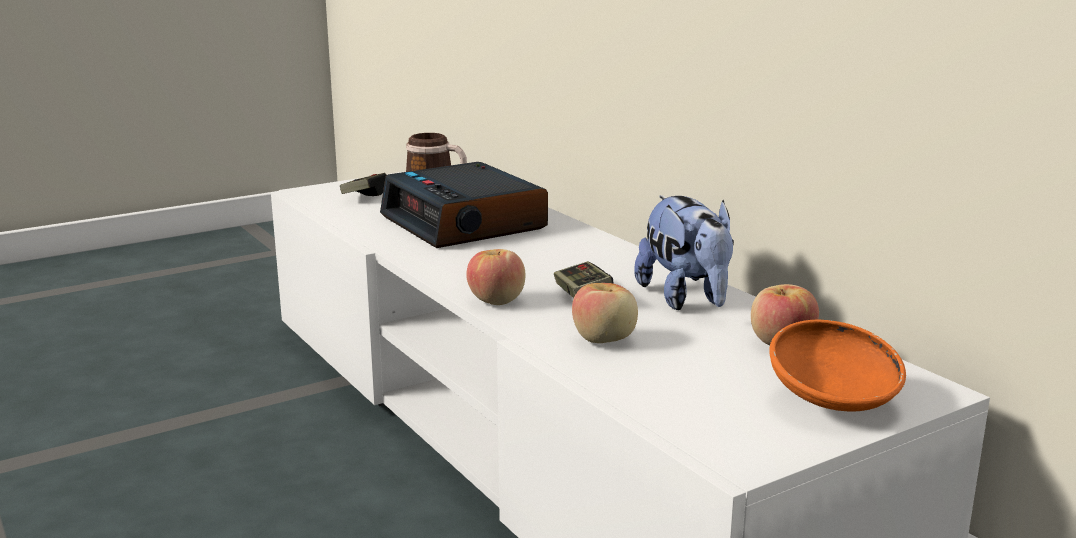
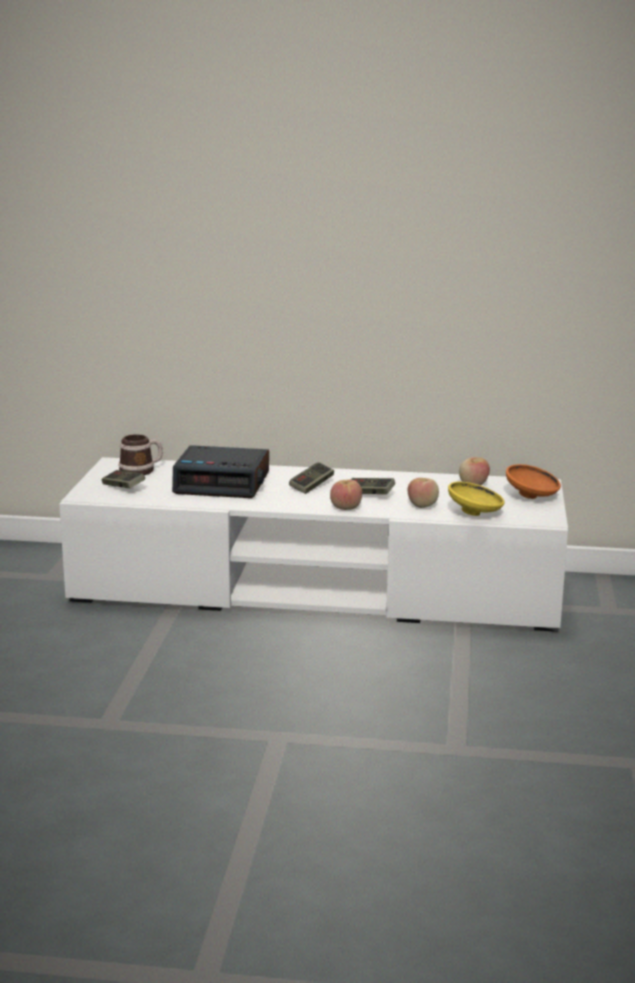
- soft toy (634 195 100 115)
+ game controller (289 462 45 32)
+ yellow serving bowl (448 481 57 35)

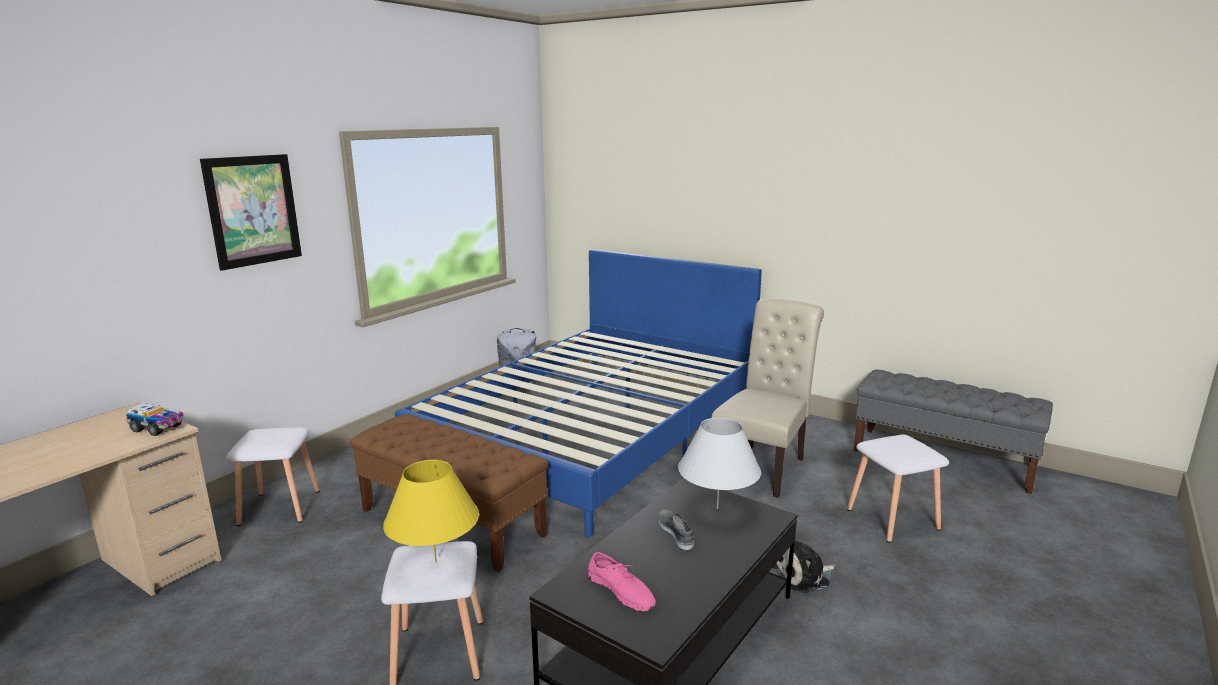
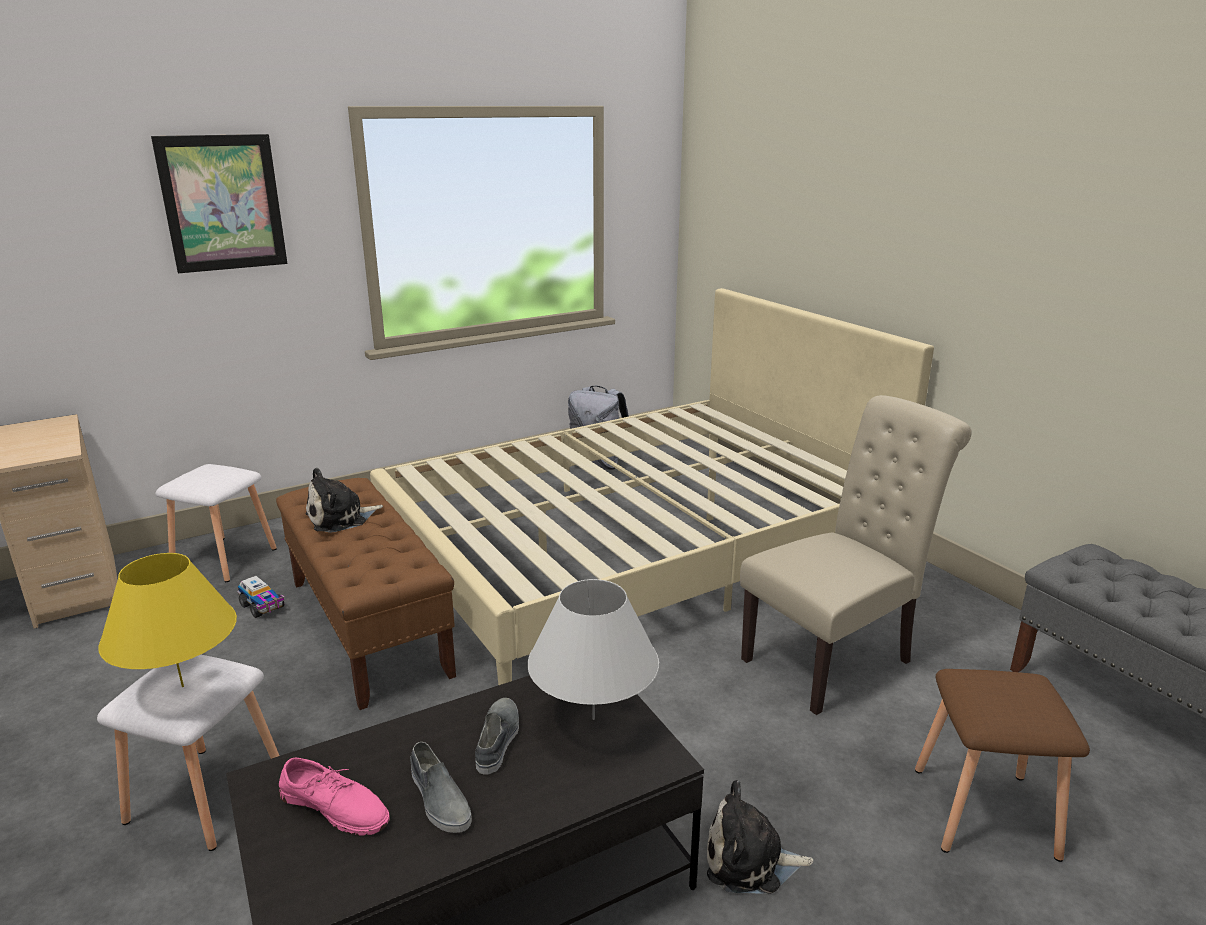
~ blue-coloured bed (395 249 367 289) to beige-coloured bed (370 288 564 397)
~ toy truck (126 403 58 33) to (238 576 47 42)
~ whitish stool seat (847 434 102 108) to brown stool seat (915 669 175 193)
~ pink shoe (587 552 69 59) = (279 758 111 78) 45 degrees counterclockwise
+ soft toy (306 468 77 65)
+ grey shoe (410 742 62 91)

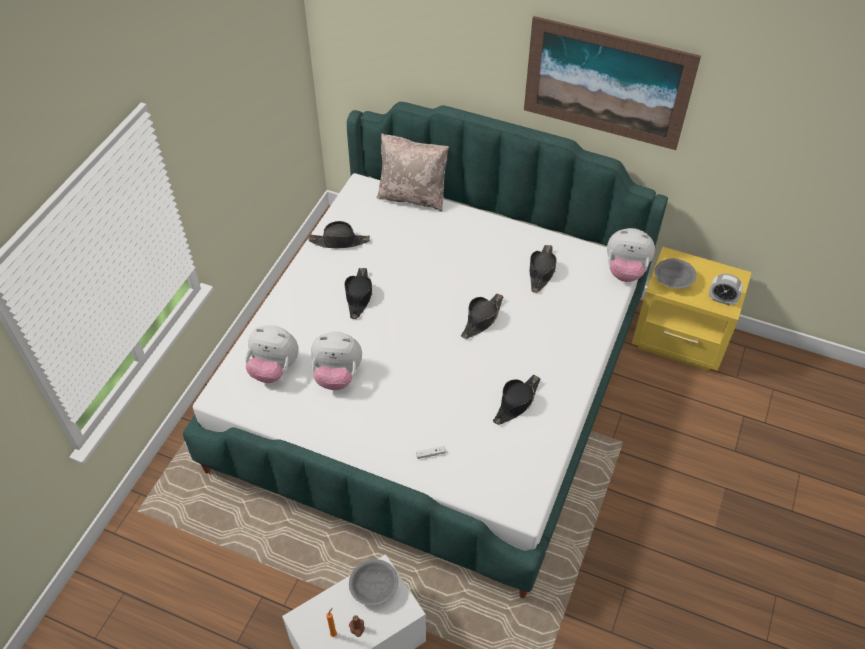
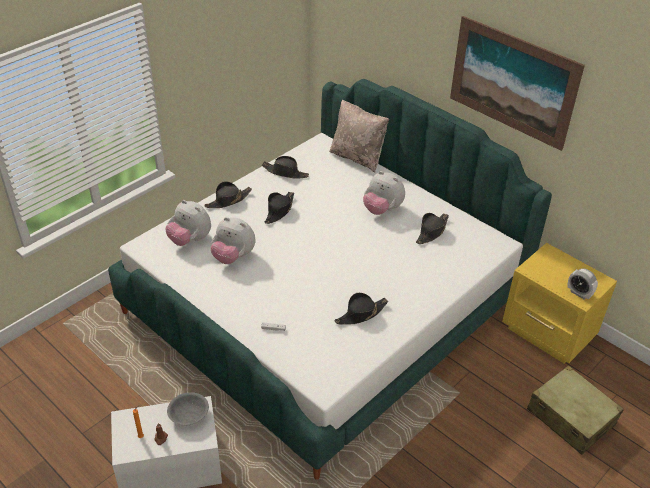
~ soft toy (607 228 48 54) to (363 171 42 44)
- grey serving bowl (655 259 41 30)
~ blackish clothing hat (461 294 43 45) to (204 181 48 27)
+ beige-coloured travel case (527 365 97 90)

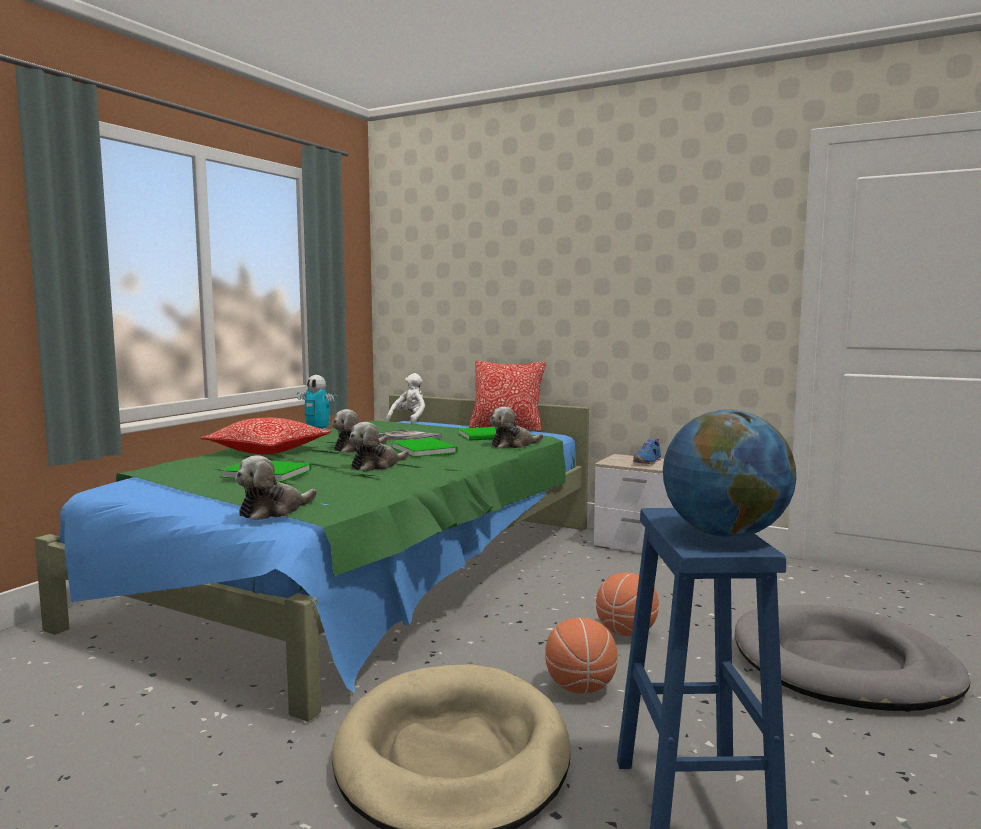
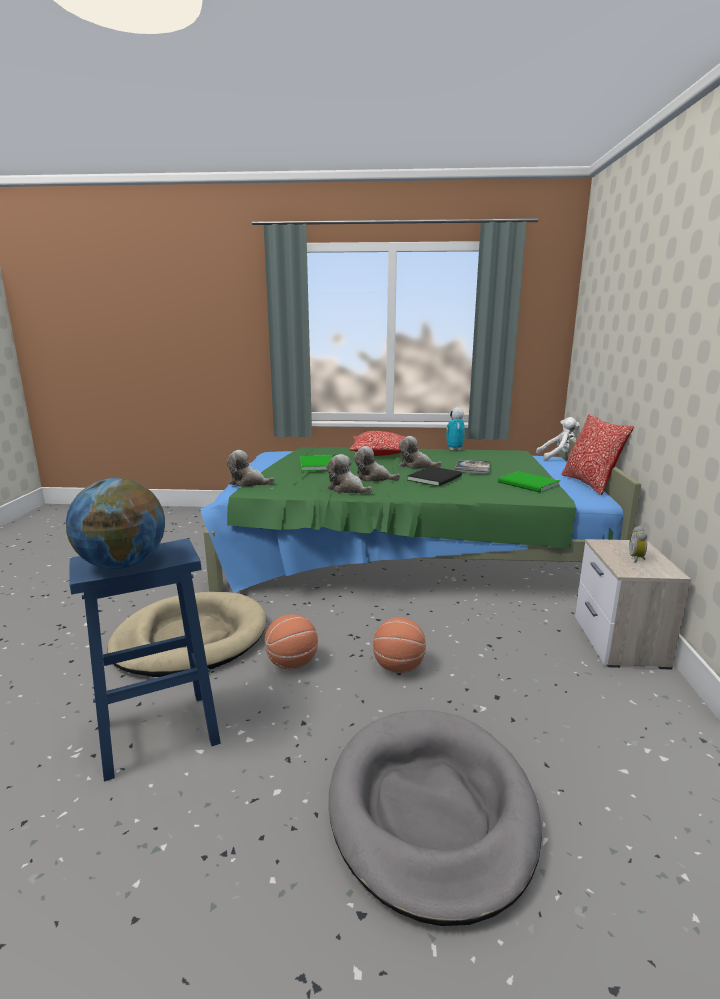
~ soft toy (490 407 53 42) to (327 454 45 40)
~ green-coloured volume (391 438 67 19) to blackish volume (408 466 54 20)
~ blue-coloured shoe (633 439 28 25) to alarm clock (629 526 18 37)

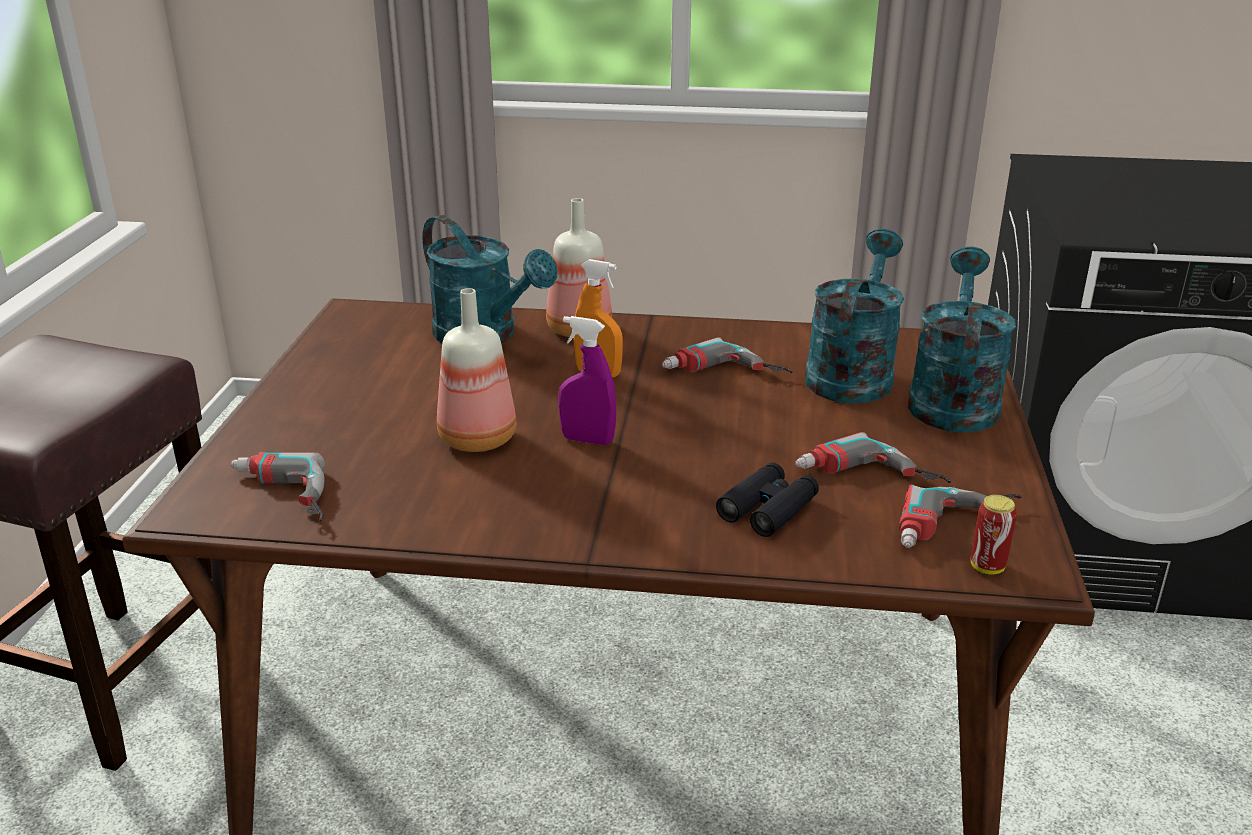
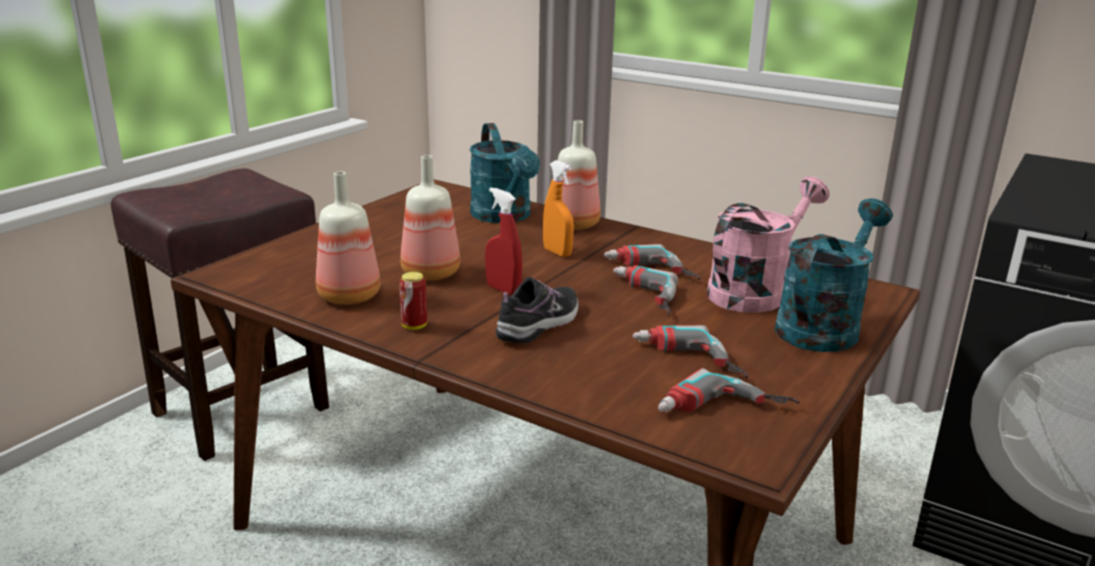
~ turquoise watering pot (805 229 99 174) to pink watering pot (707 176 122 137)
~ purple spray bottle (558 316 58 129) to red spray bottle (485 187 37 108)
~ power drill (230 452 95 70) to (613 265 65 50)
- blackish pair of binoculars (716 462 103 75)
~ can (971 495 46 80) to (399 272 28 58)
+ drink bottle (316 172 65 133)
+ shoe (496 277 83 66)

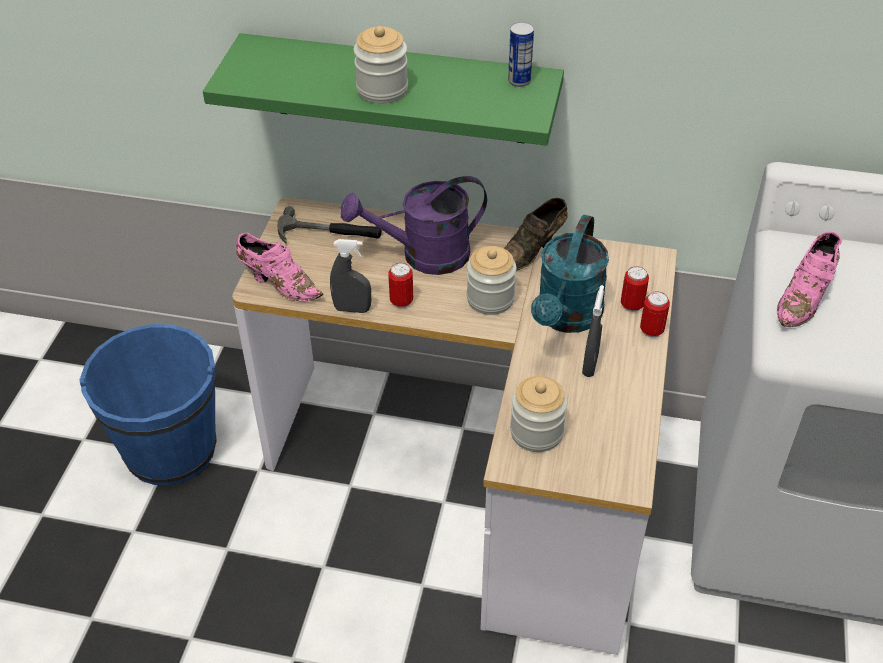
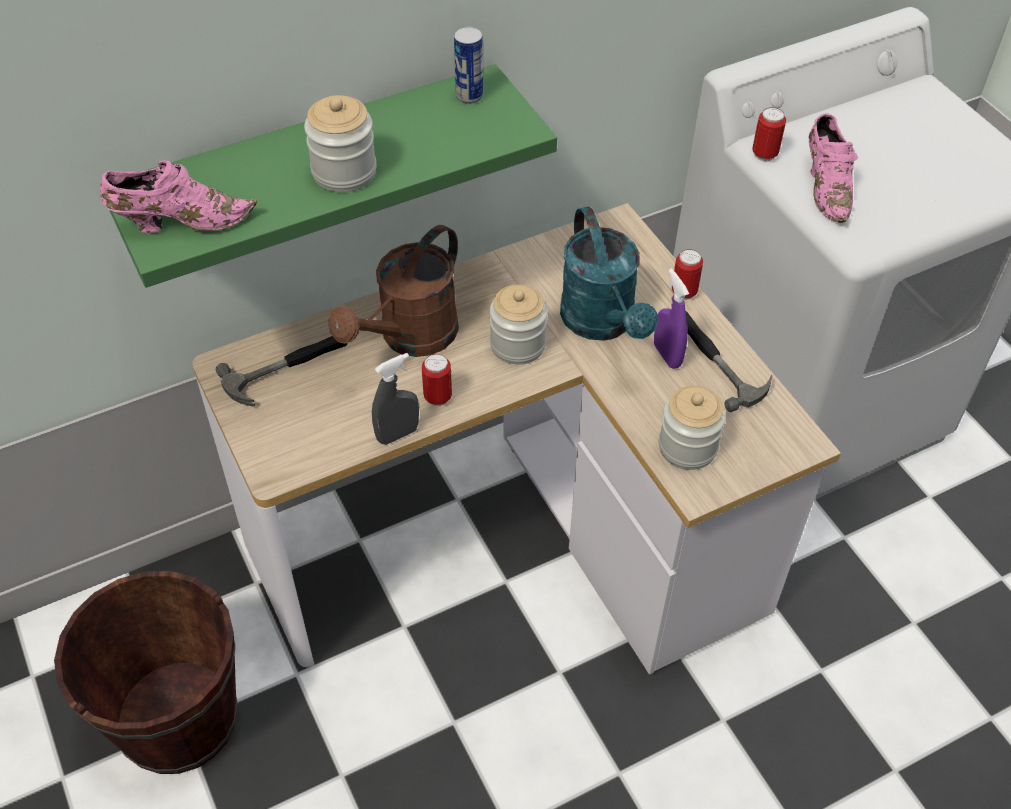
~ purple watering pot (340 176 147 99) to brown watering pot (329 225 130 132)
- brown shoe (504 198 64 72)
~ pink shoe (236 233 87 69) to (100 160 157 73)
~ can (621 266 28 46) to (752 107 34 54)
~ grey spray bottle (582 285 22 92) to purple spray bottle (654 269 35 100)
~ blue-coloured water bucket (79 324 137 161) to brown water bucket (54 571 184 203)
+ hammer (686 311 86 101)

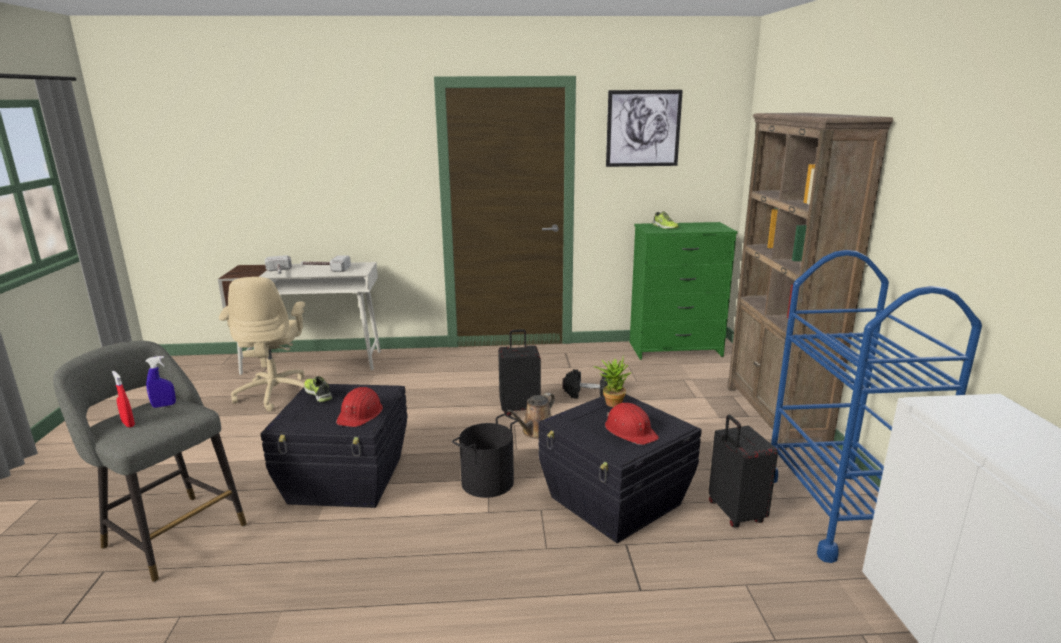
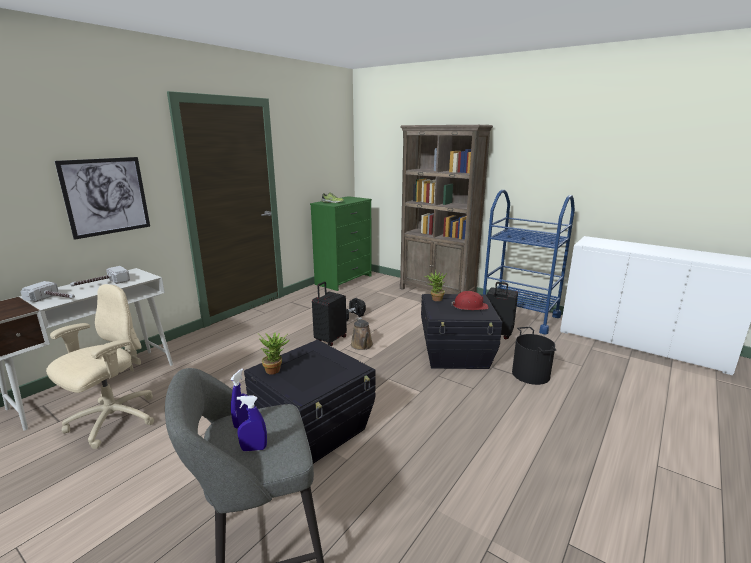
~ picture (606 90 77 77) to (55 157 95 83)
~ beige-coloured computer chair (219 277 86 134) = (46 284 108 165) 90 degrees counterclockwise
~ red spray bottle (112 371 23 56) to blue-coloured spray bottle (237 395 30 56)
~ shoe (304 376 28 27) to potted plant (257 333 32 42)
- red safety helmet (336 387 47 40)
~ blackish water bucket (452 414 66 84) to (512 327 44 58)

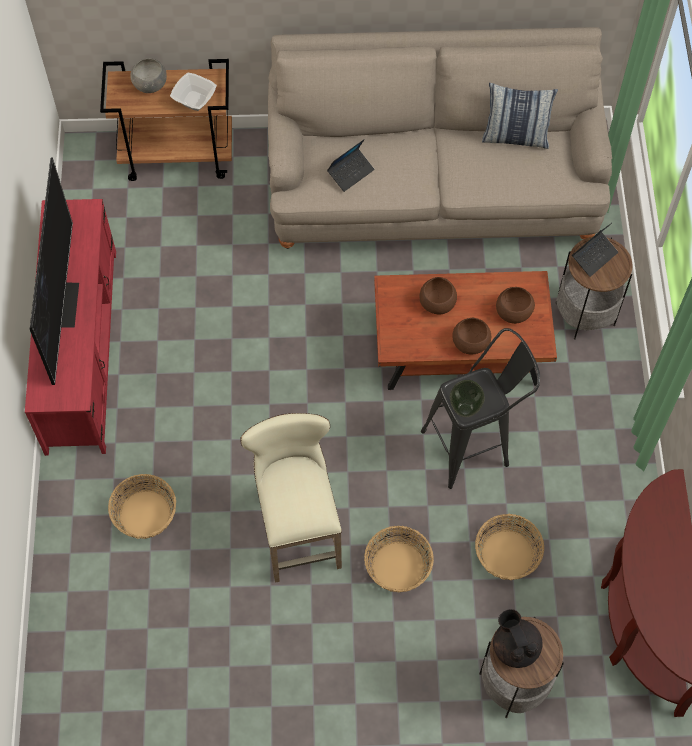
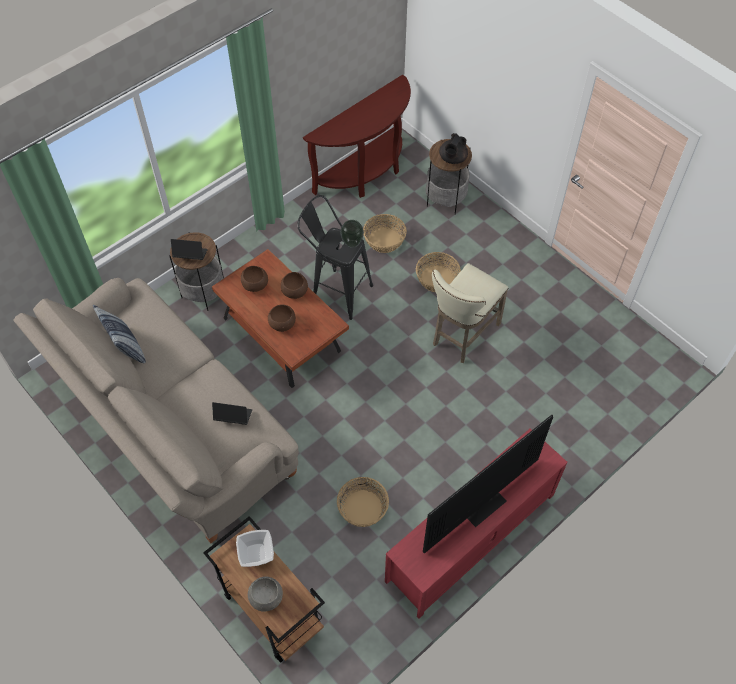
~ storage basket (108 474 68 65) to (337 477 52 50)

